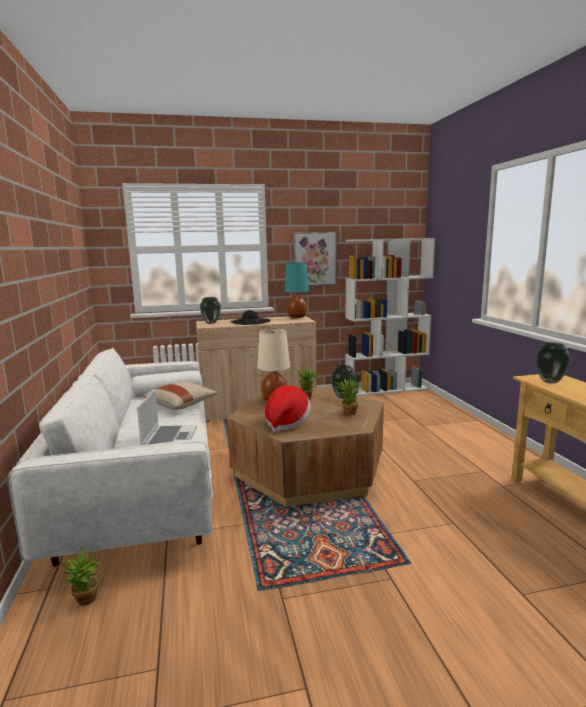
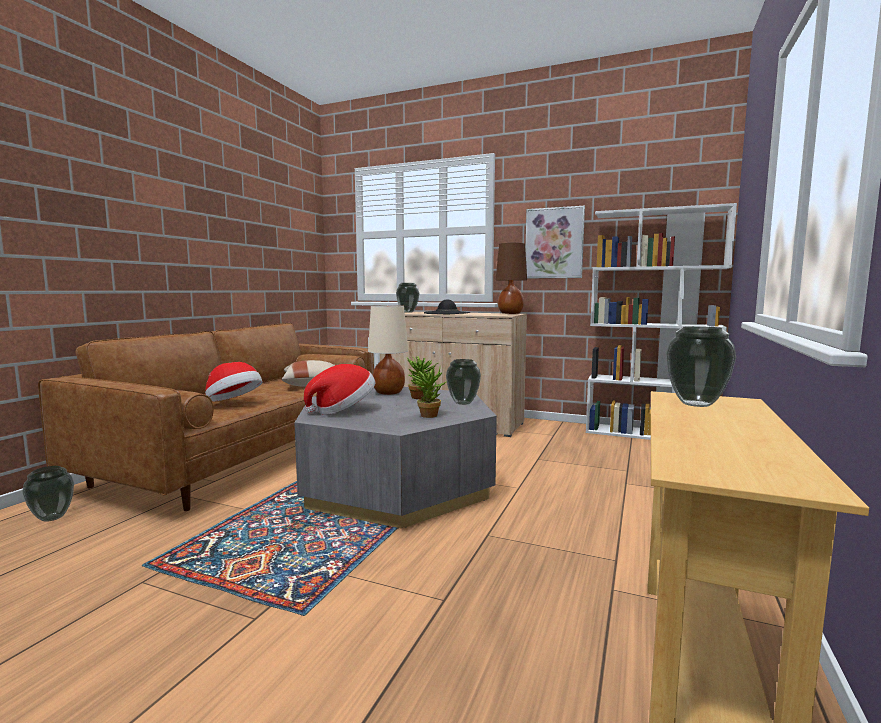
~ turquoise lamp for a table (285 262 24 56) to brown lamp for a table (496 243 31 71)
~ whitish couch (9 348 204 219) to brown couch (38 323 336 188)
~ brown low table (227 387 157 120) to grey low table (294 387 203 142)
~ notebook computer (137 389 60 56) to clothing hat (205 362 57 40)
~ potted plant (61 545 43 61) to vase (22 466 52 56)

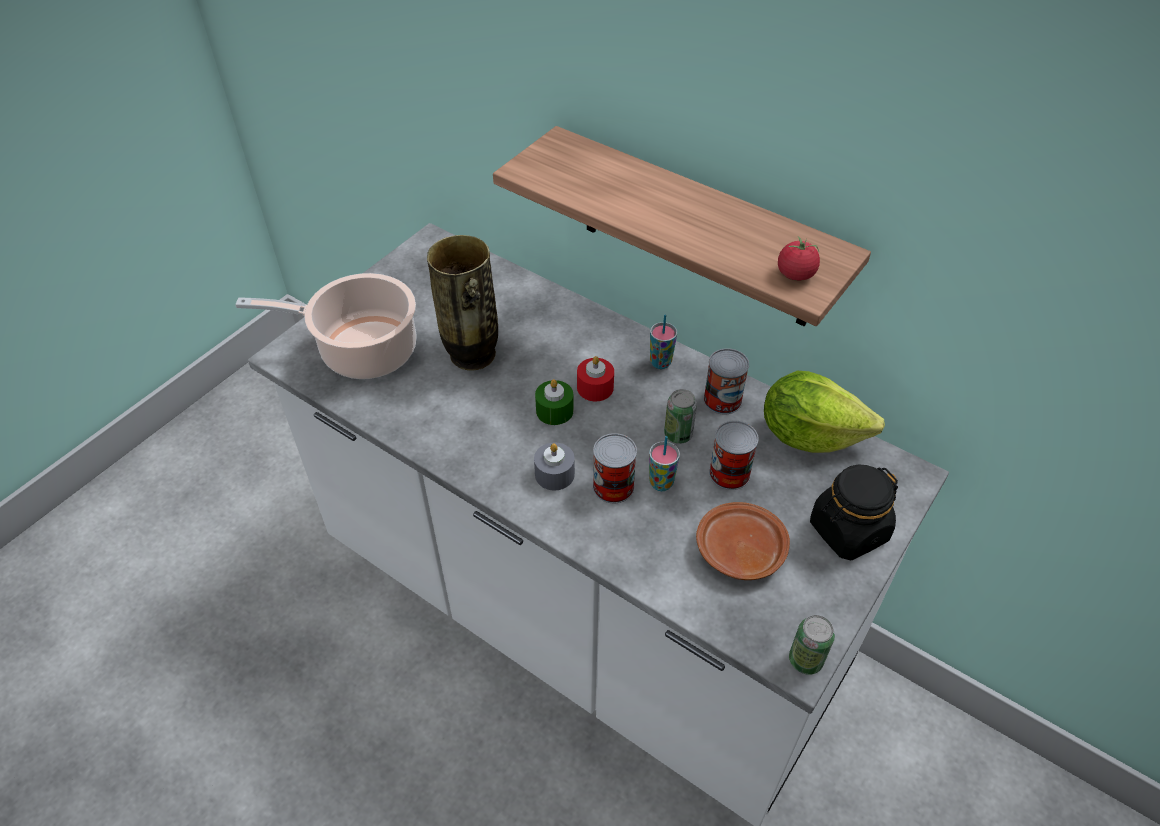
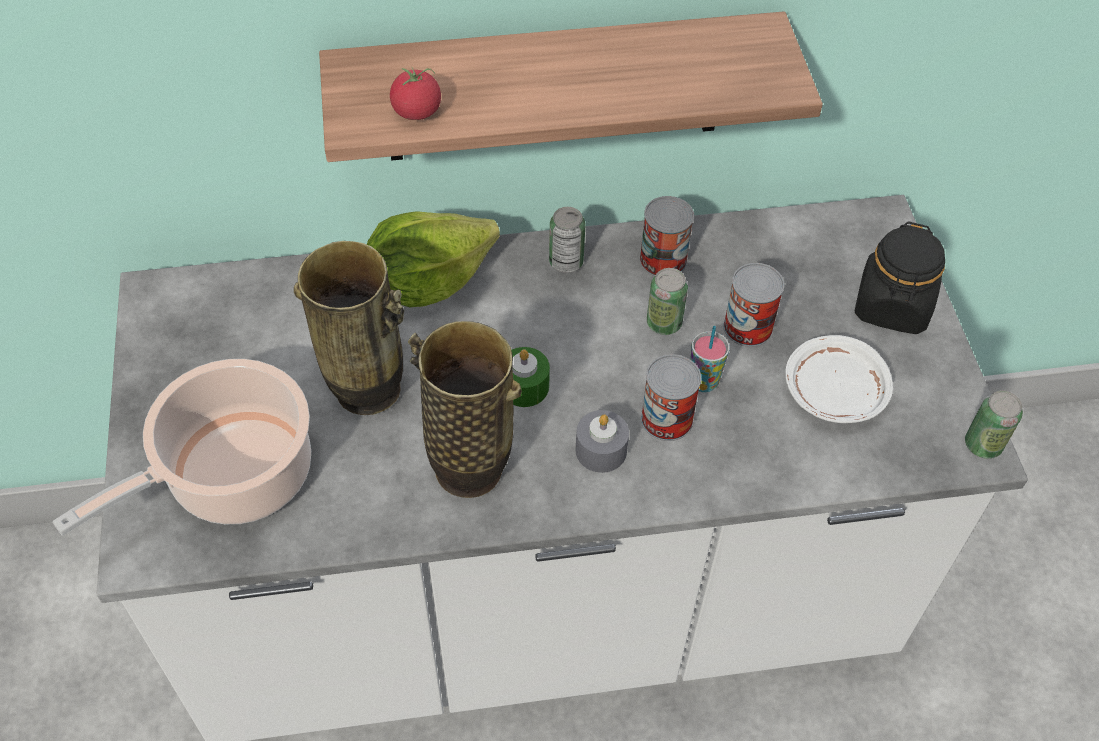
~ fresh tomato (778 236 42 45) to (390 68 51 52)
~ drinking cup (650 314 27 55) to can (549 207 37 66)
- red wax candle (577 356 37 46)
~ head of lettuce (764 371 121 82) to (367 211 133 96)
~ brown flat dish (696 502 94 78) to whitish flat dish (785 335 108 88)
+ vase (408 321 114 177)

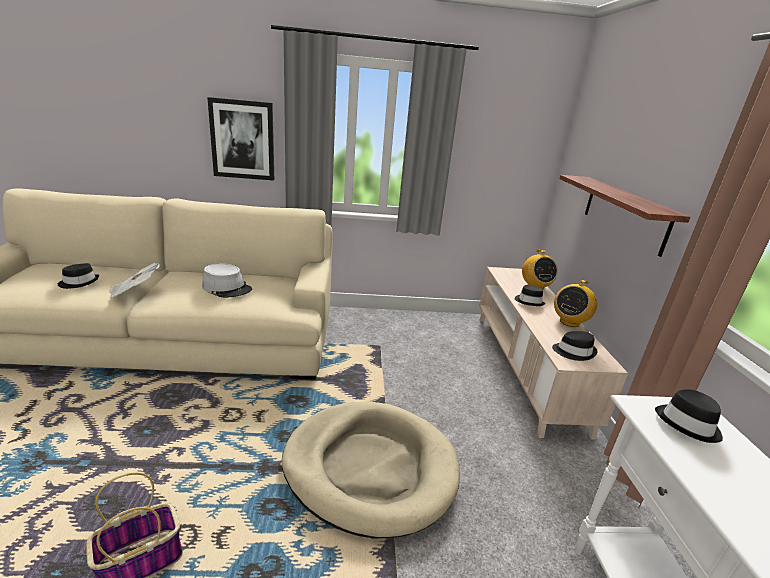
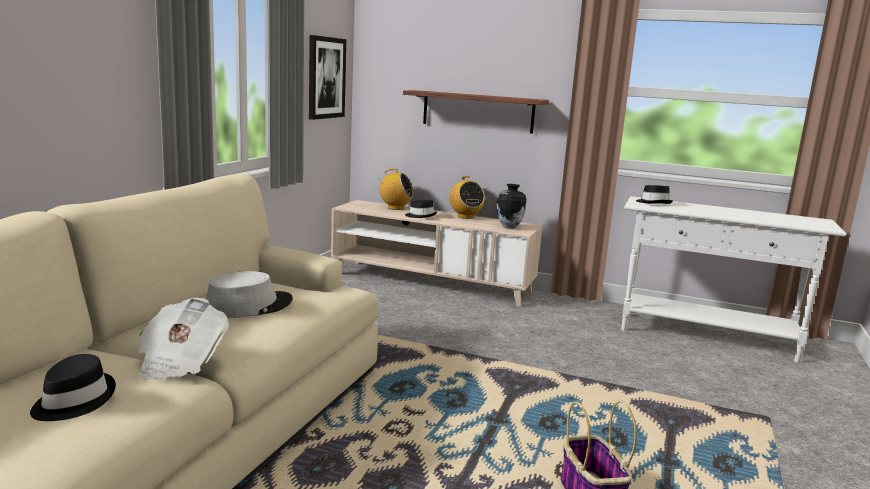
~ picture (207 97 67 83) to (309 35 37 85)
~ blackish clothing hat (552 331 46 30) to vase (497 184 29 45)
- beige-coloured pet bed (282 402 178 137)

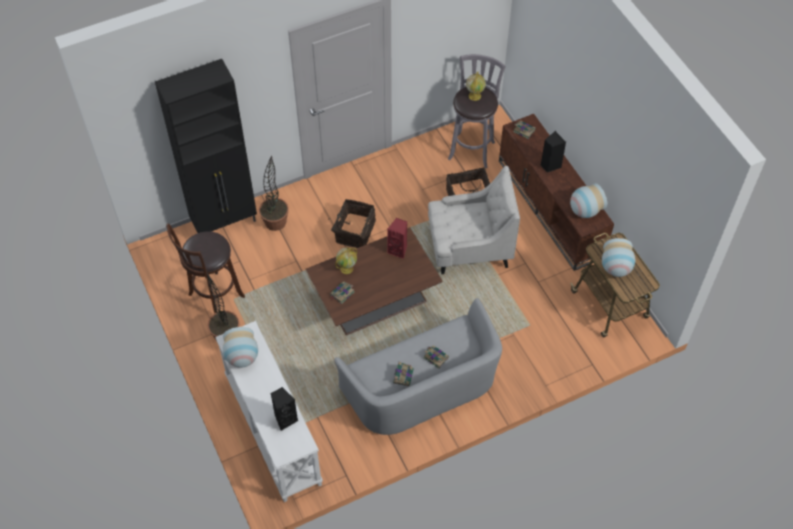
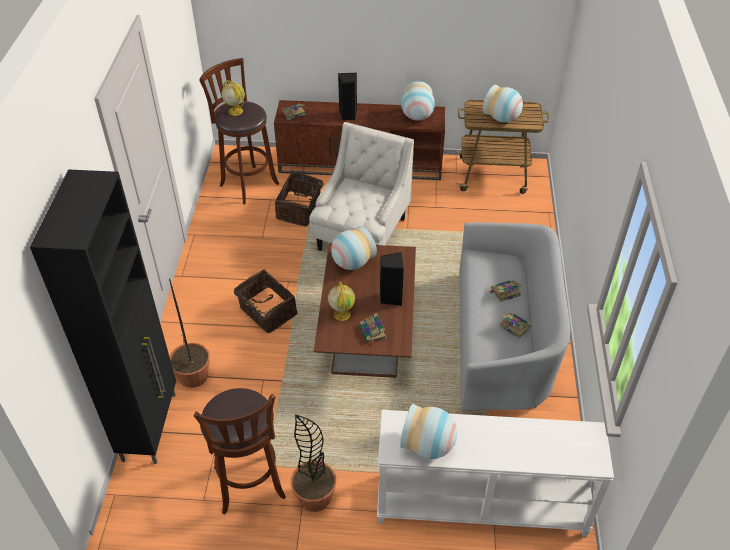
~ grey stool seat (448 54 58 114) to brown stool seat (200 58 79 147)
~ red speaker (387 218 20 41) to vase (331 226 46 44)
~ blackish speaker (270 387 28 44) to (380 252 24 54)

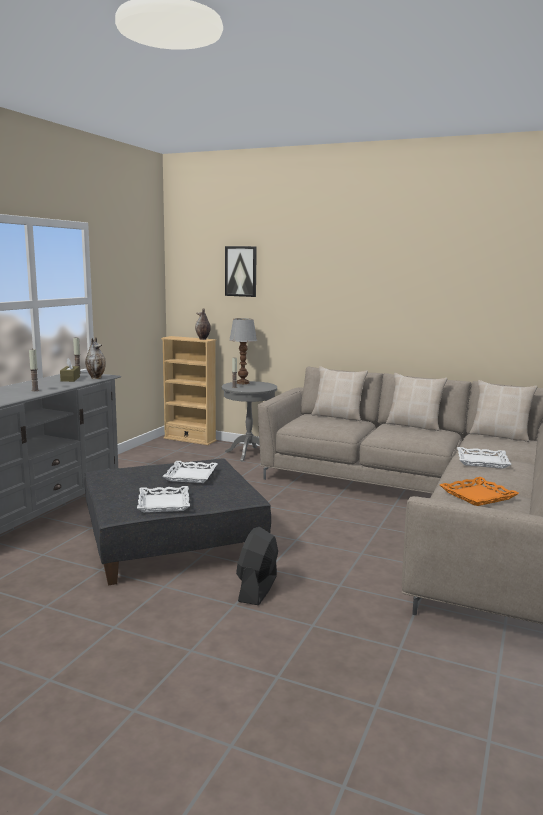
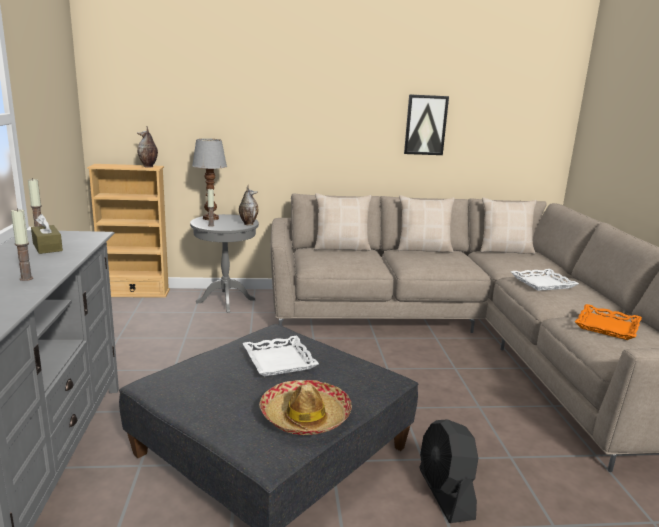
~ picture (225 246 32 51) to (404 94 45 61)
~ vase (85 337 21 42) to (239 185 20 40)
~ whitish carrying tray (137 486 53 27) to clothing hat (259 380 93 55)

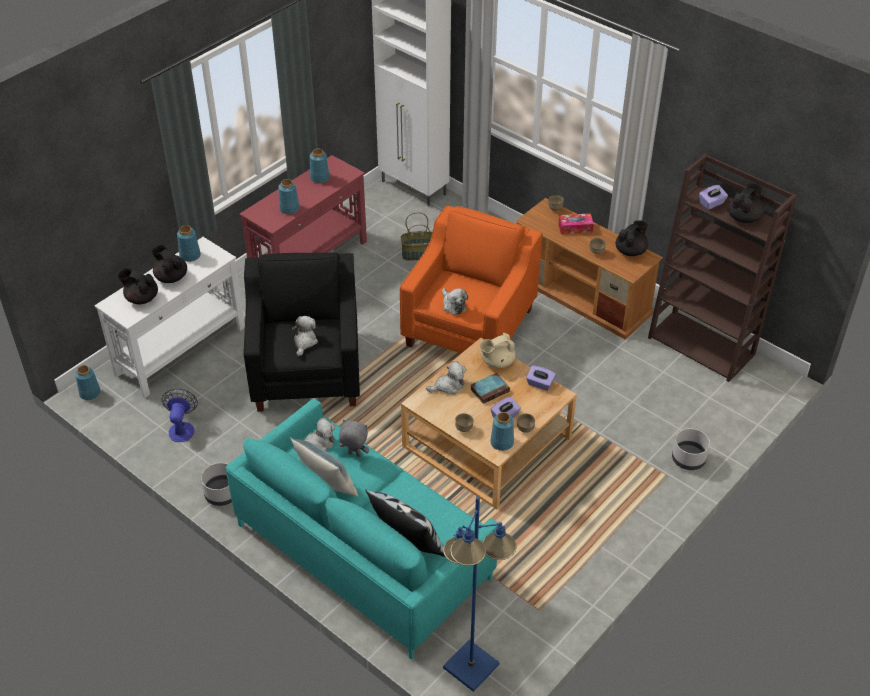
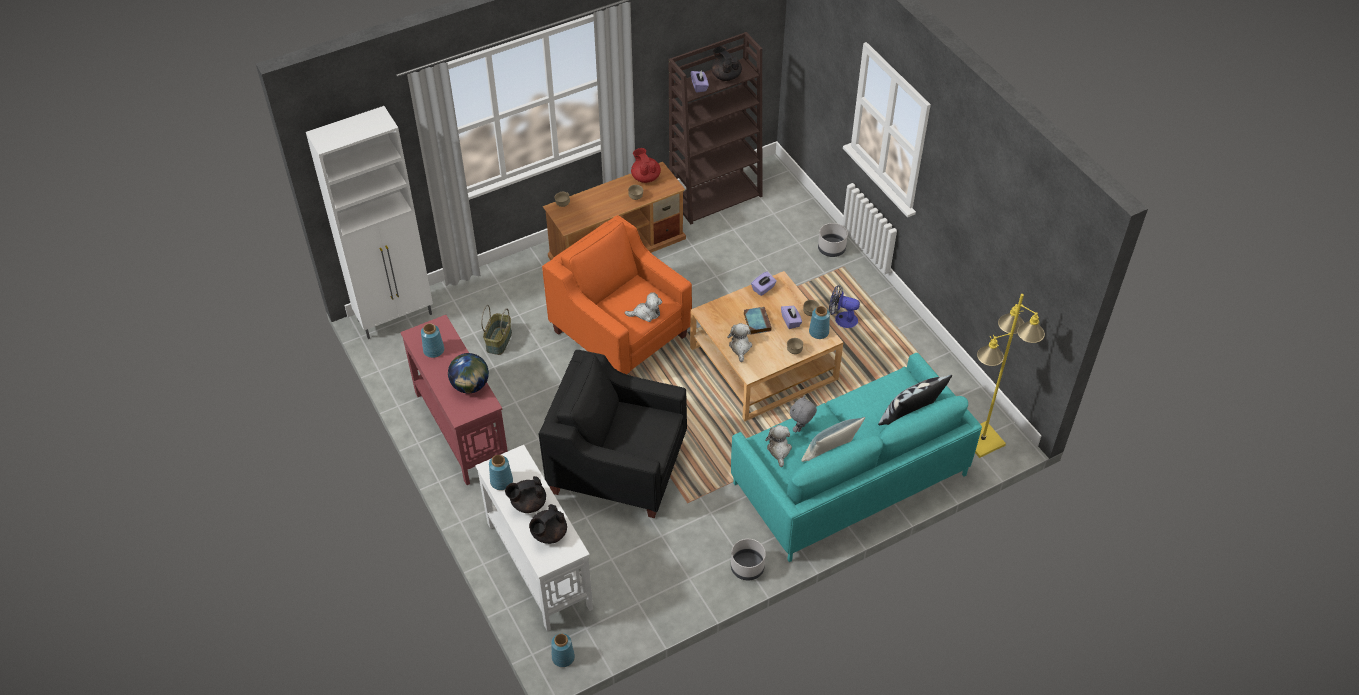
~ blue-coloured vase (278 179 21 35) to world globe (448 353 41 40)
- box of tissues (558 213 36 21)
~ blackish teapot (615 220 33 36) to red teapot (631 148 30 35)
- soft toy (292 316 26 40)
- beige-coloured teapot (480 333 35 35)
~ cooling fan (162 389 36 53) to (829 285 31 43)
~ blue-coloured floor lamp (443 496 73 196) to yellow floor lamp (975 294 70 164)

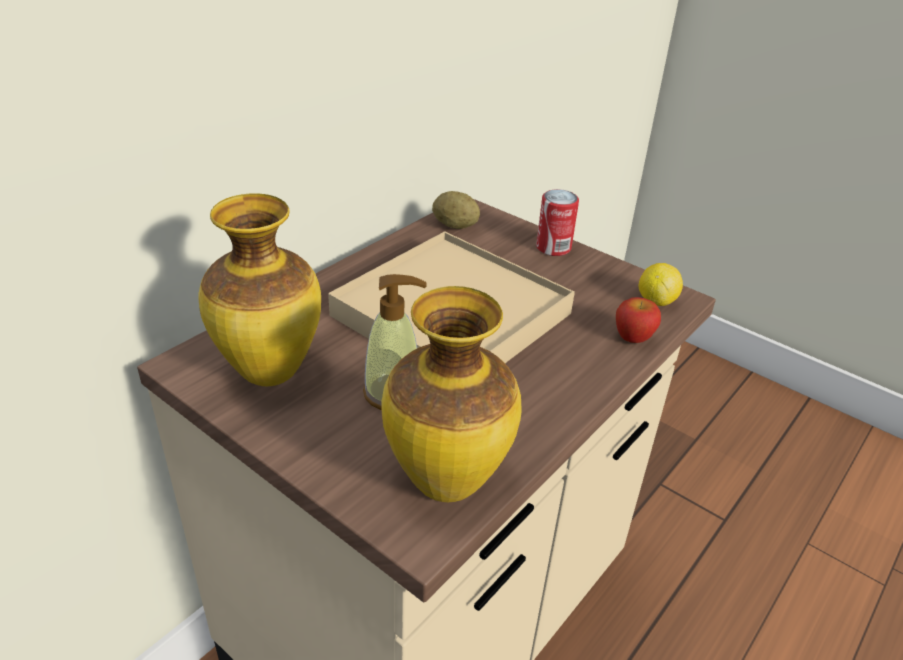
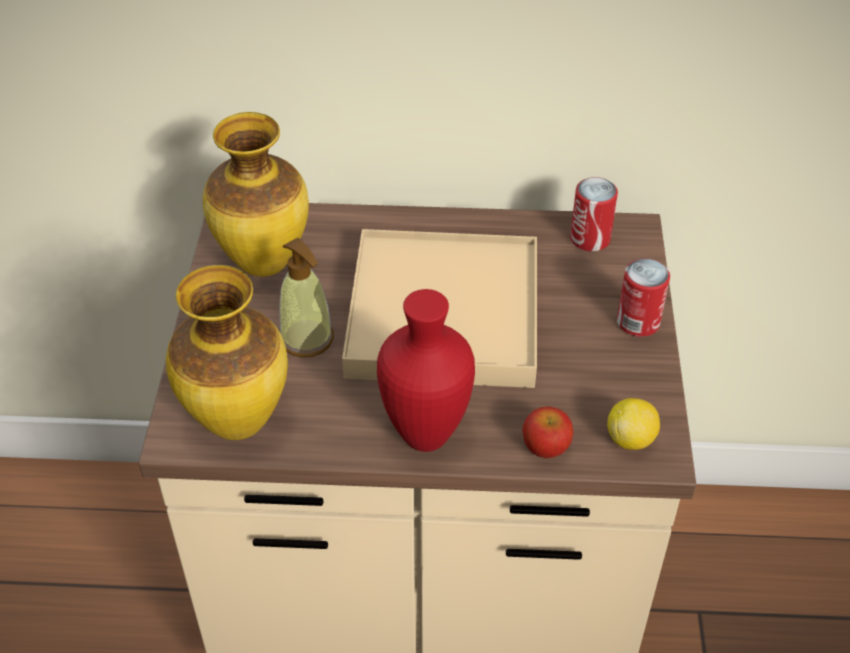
~ spud (432 191 48 38) to can (570 177 48 74)
+ red vase (377 289 98 163)

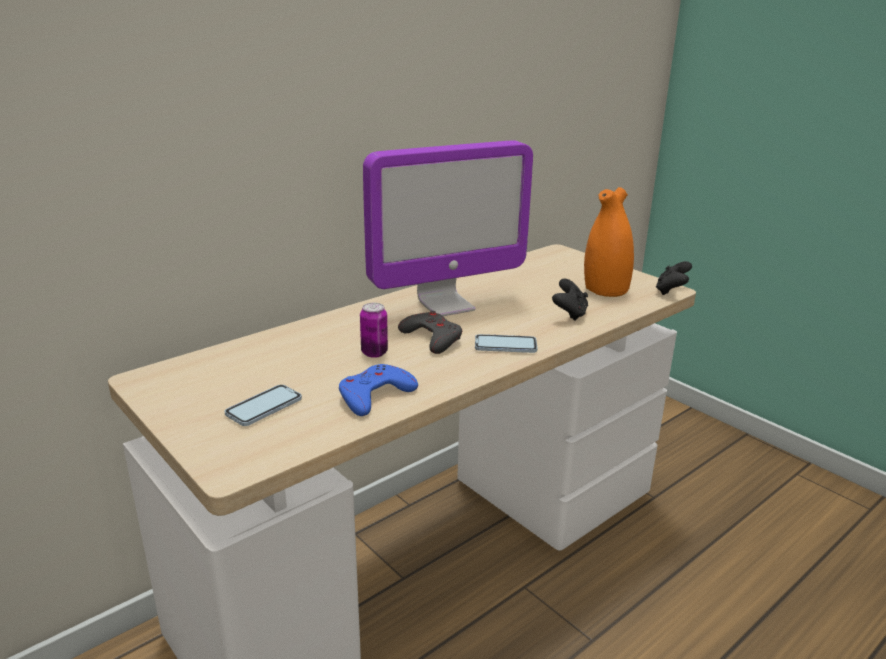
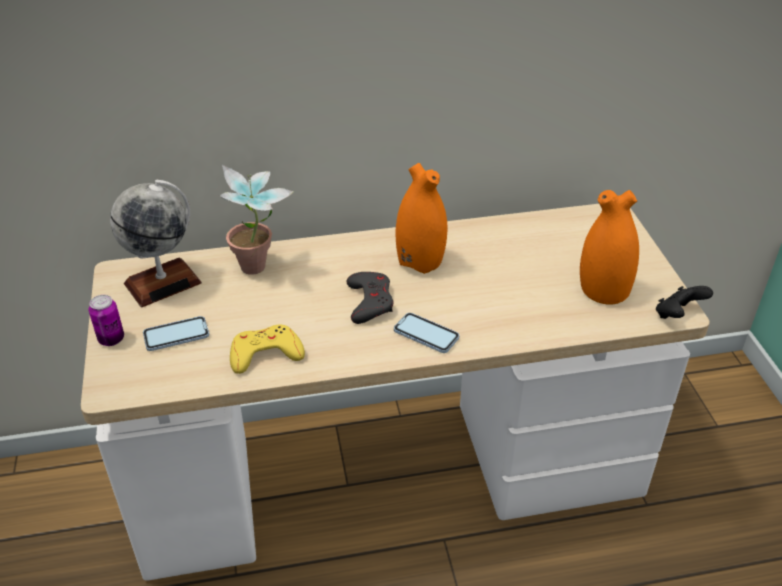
~ computer display (363 140 170 176) to orangey vase (396 163 51 111)
- blackish game controller (552 278 36 43)
~ can (360 303 28 55) to (89 295 35 51)
~ blue-coloured game controller (339 364 79 52) to yellow game controller (230 325 75 49)
+ potted plant (220 165 74 110)
+ world globe (110 180 92 127)

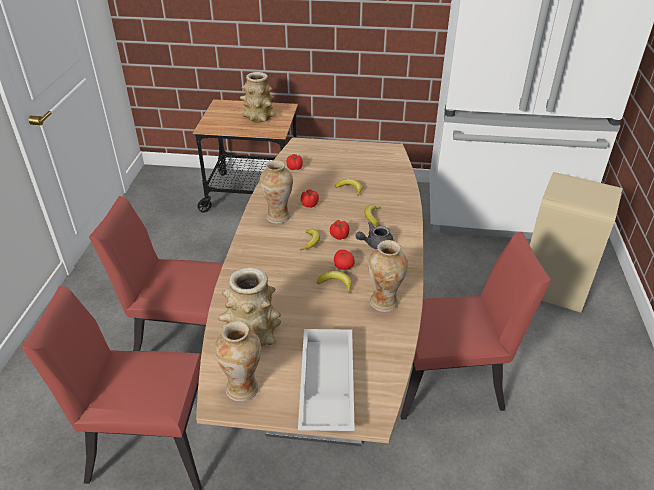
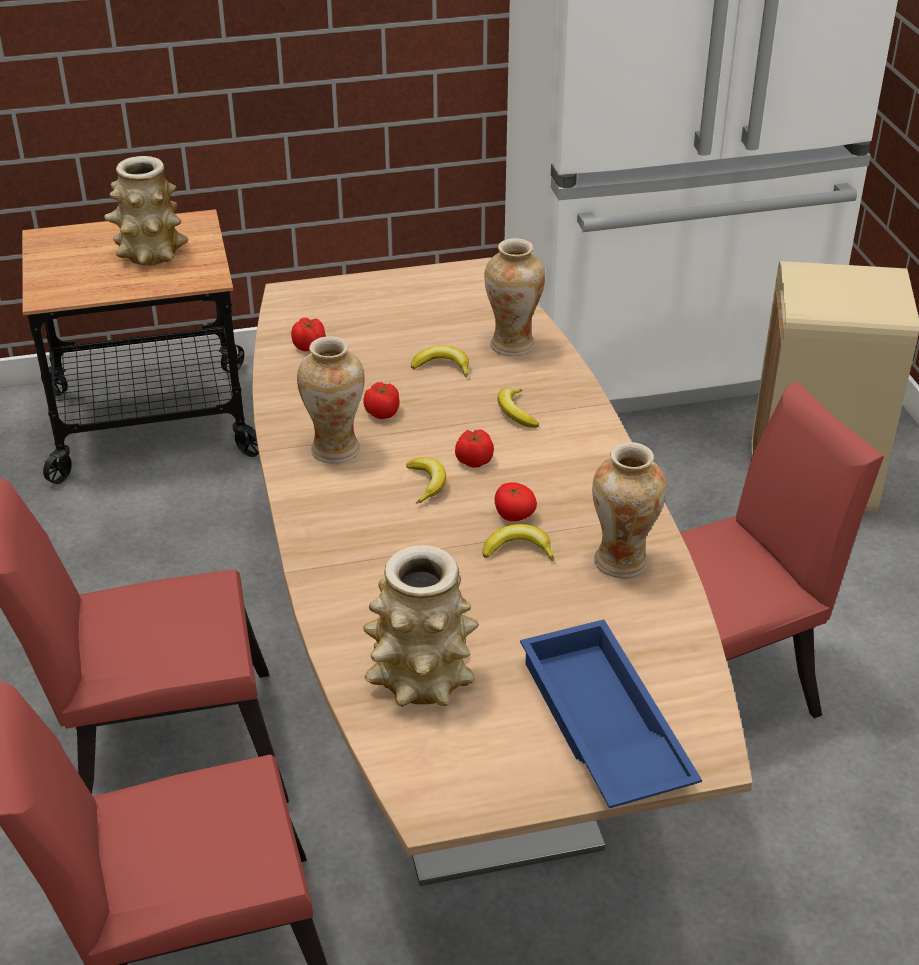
- grey teapot (356 222 38 27)
~ vase (214 321 47 80) to (484 238 61 118)
~ whitish carrying tray (298 329 57 102) to blue-coloured carrying tray (520 619 182 189)

